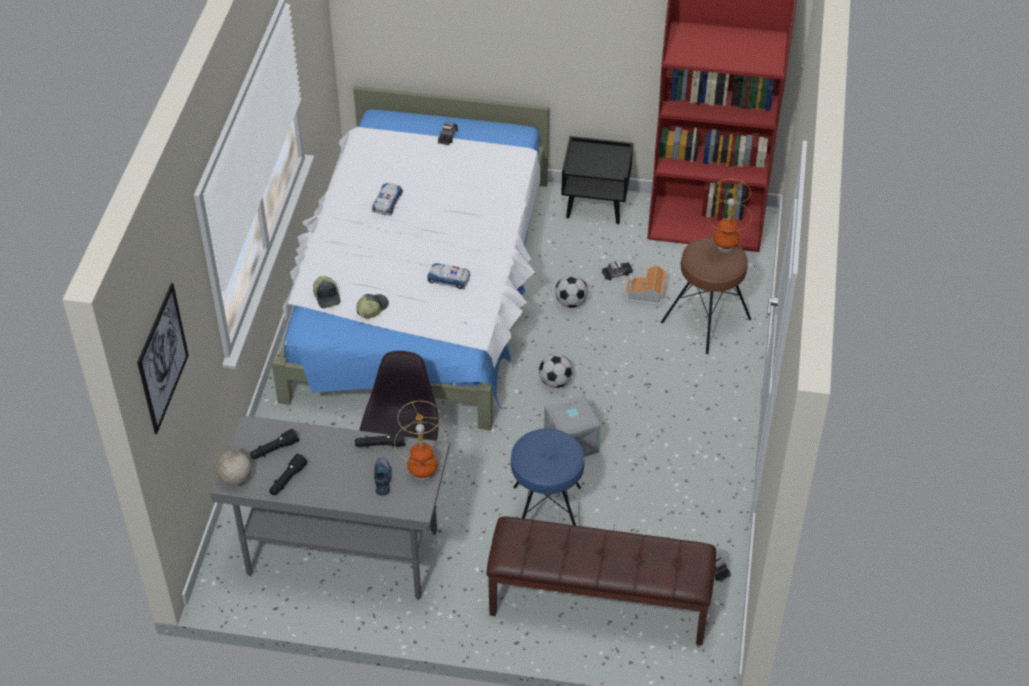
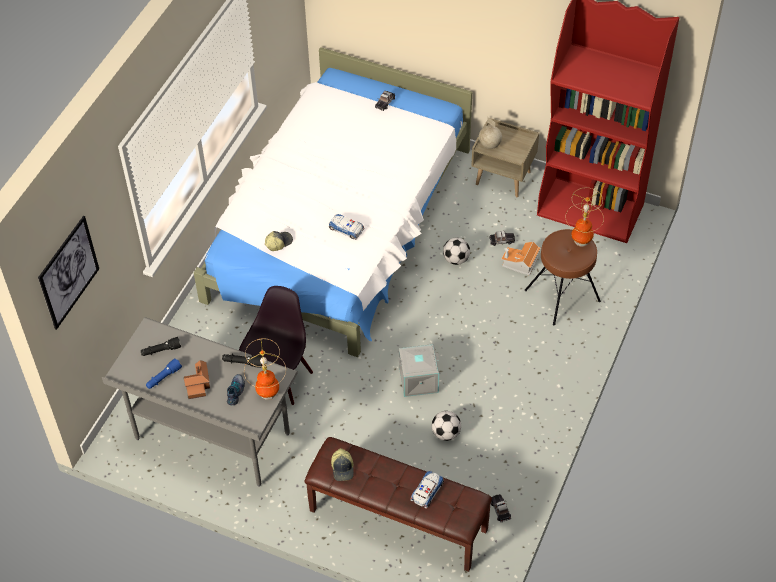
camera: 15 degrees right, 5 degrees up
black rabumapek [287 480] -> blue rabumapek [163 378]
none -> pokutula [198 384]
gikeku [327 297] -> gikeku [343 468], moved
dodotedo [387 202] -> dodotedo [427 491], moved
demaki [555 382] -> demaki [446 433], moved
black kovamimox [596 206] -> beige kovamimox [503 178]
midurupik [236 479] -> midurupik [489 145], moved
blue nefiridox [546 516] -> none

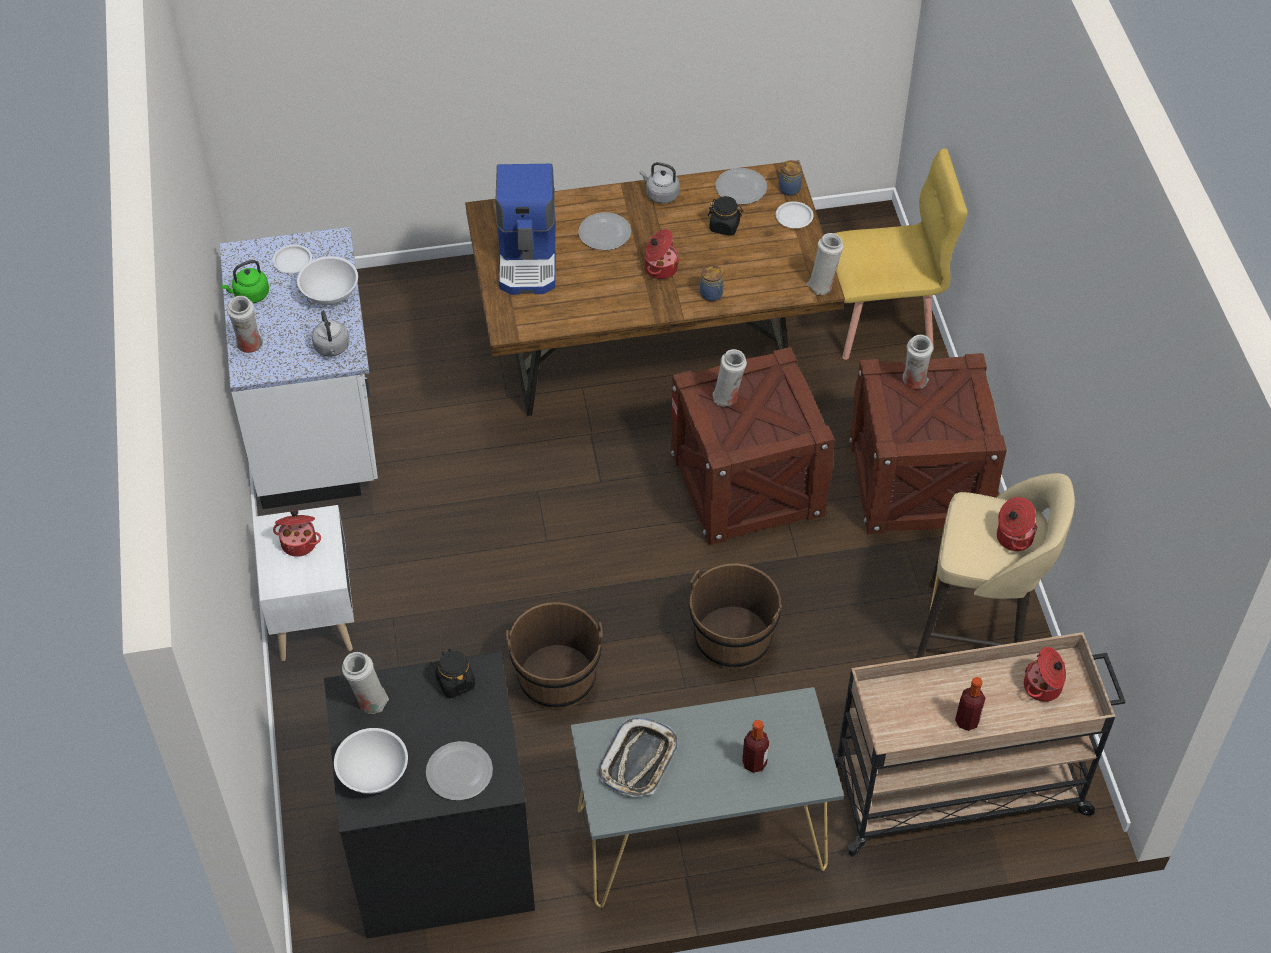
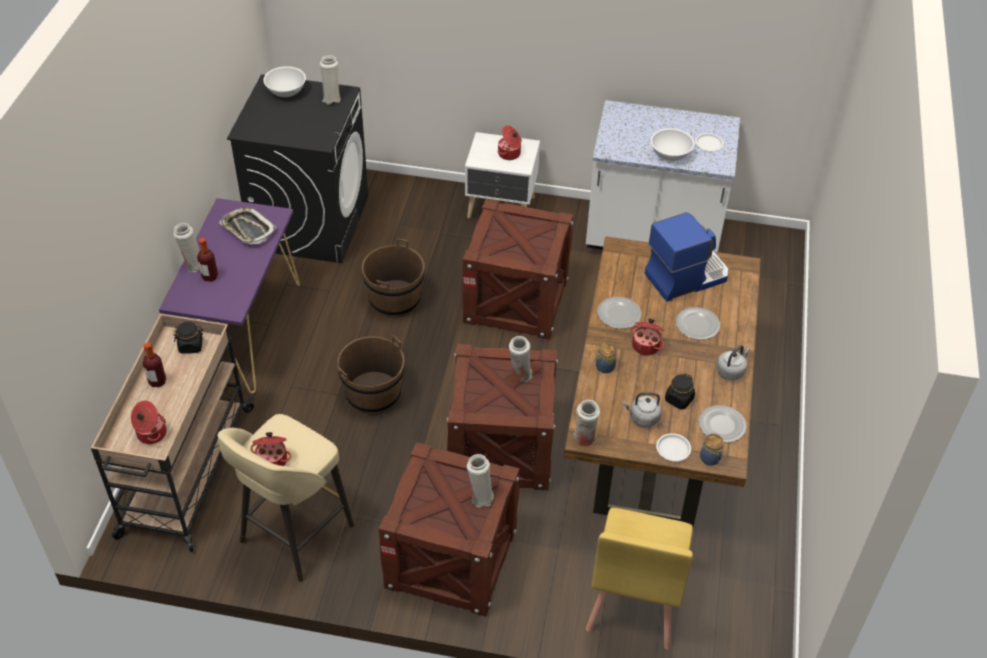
camera: 110 degrees right, 5 degrees down
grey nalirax [700 839] -> purple nalirax [243 331]
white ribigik [250 346] -> white ribigik [193 265], moved
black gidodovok [455 682] -> black gidodovok [191 346], moved
none -> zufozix [516 300]
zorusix [458 772] -> zorusix [619 314], moved
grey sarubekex [332 348] -> grey sarubekex [642 417], moved
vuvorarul [529 258] -> vuvorarul [686 276], 135 degrees clockwise
green sarubekex [250 295] -> none

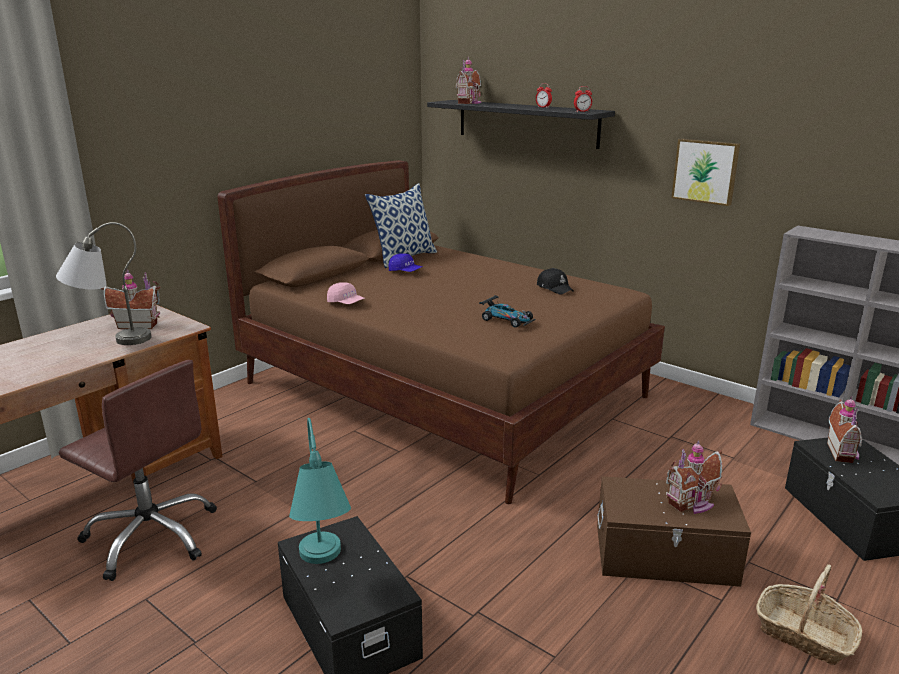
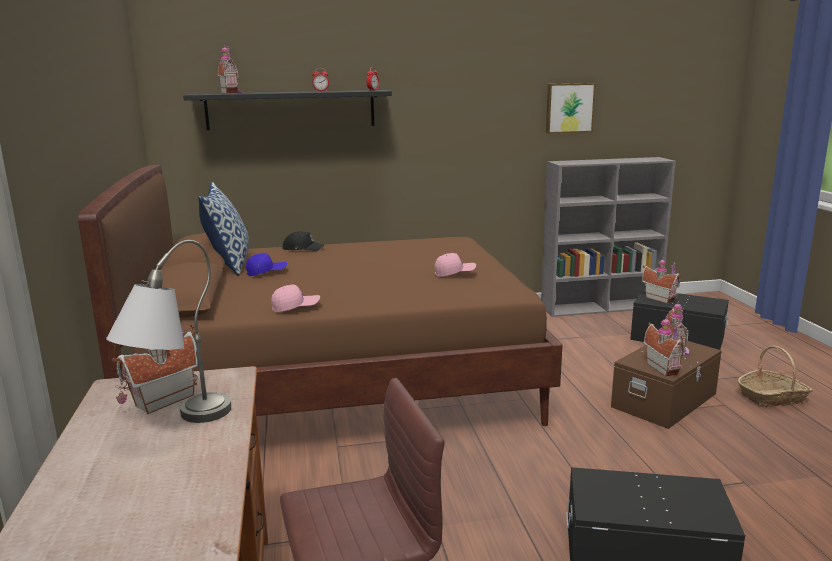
camera: 50 degrees left, 5 degrees down
black gikeku [555 288] -> black gikeku [302 248], moved
dodotedo [507 319] -> pink gikeku [454 273]
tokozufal [706 171] -> tokozufal [569 108], moved
none -> pokutula [664 368]
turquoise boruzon [322 568] -> none

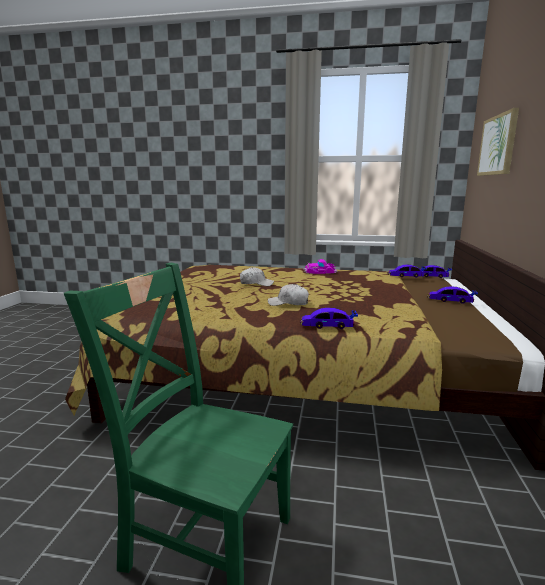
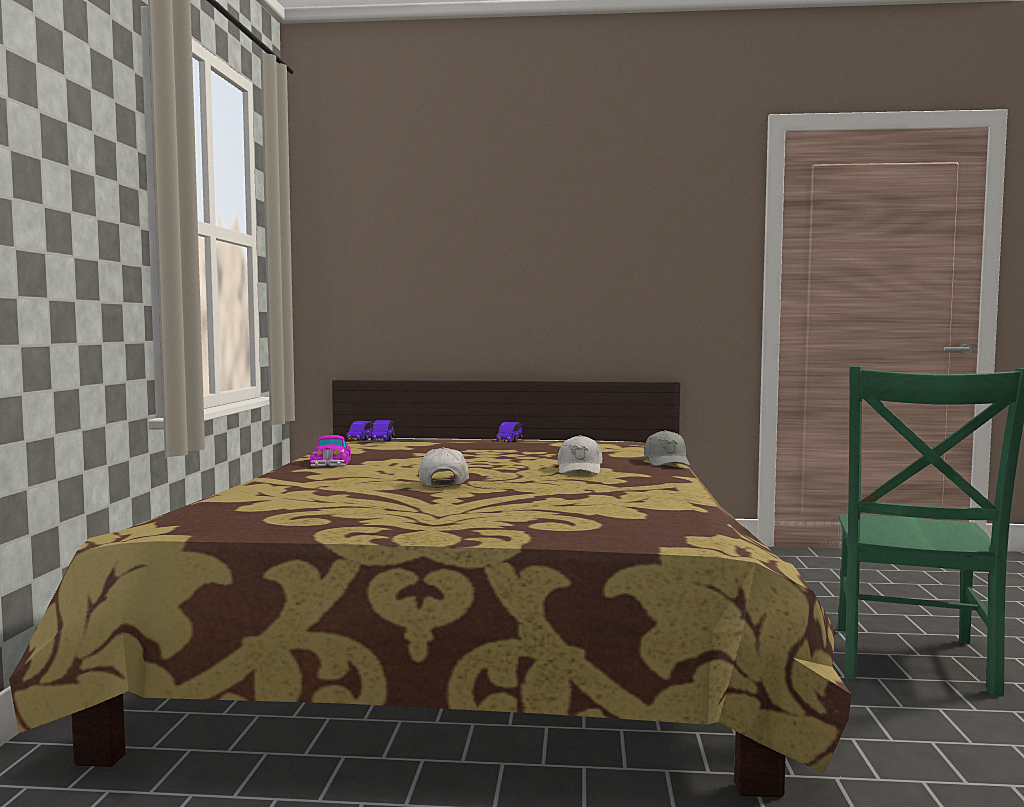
camera: 95 degrees left, 10 degrees down
dodotedo [328 325] -> grey gikeku [666 462]
tokozufal [498 145] -> none

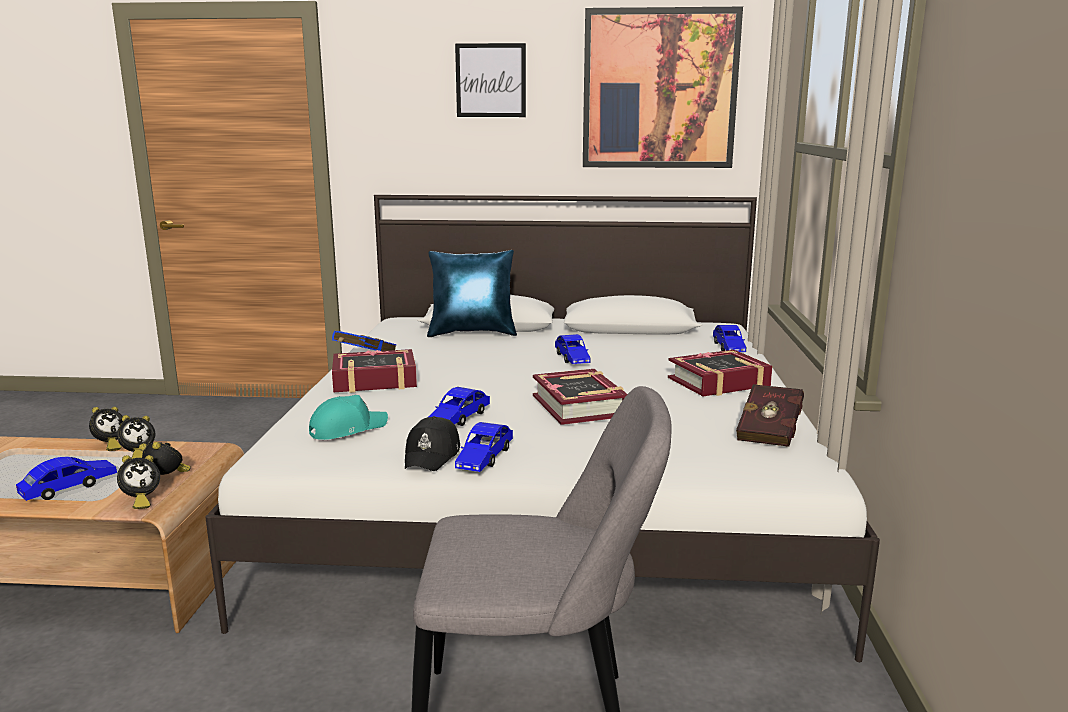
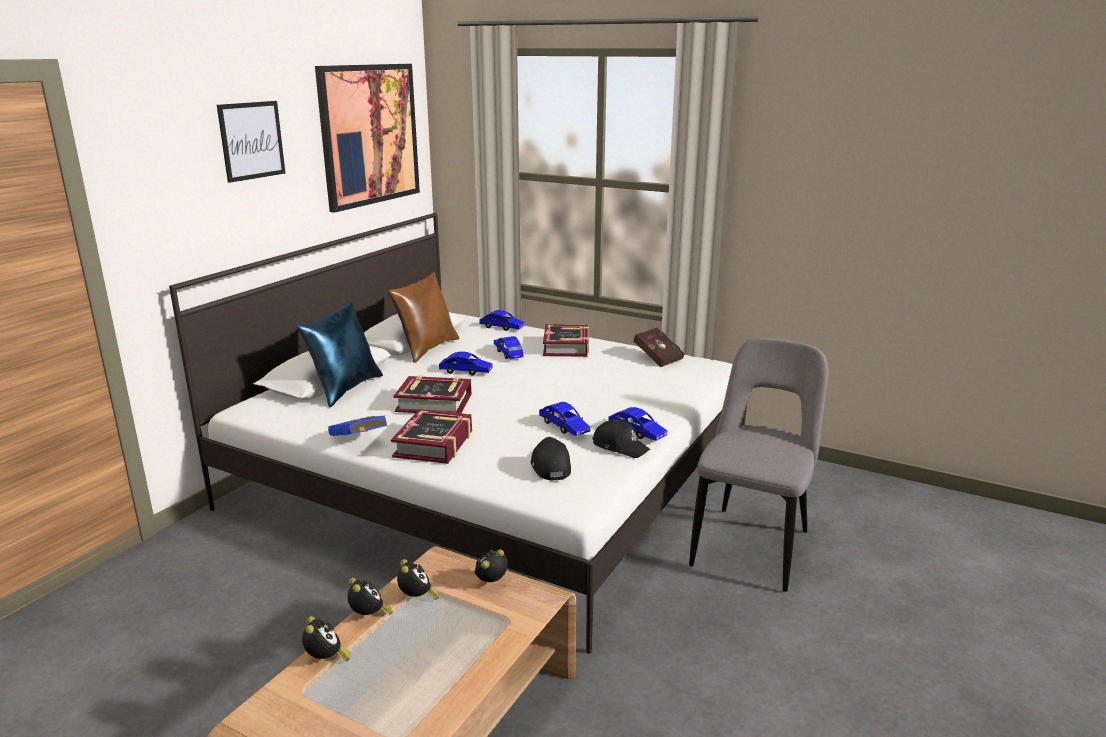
camera: 65 degrees left, 5 degrees up
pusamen [140 501] -> pusamen [326 660], moved
none -> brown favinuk [427 349]
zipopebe [579 406] -> zipopebe [434 403], moved
blue dodotedo [69 487] -> blue dodotedo [508 353], moved
turquoise gikeku [347 429] -> black gikeku [550 466]

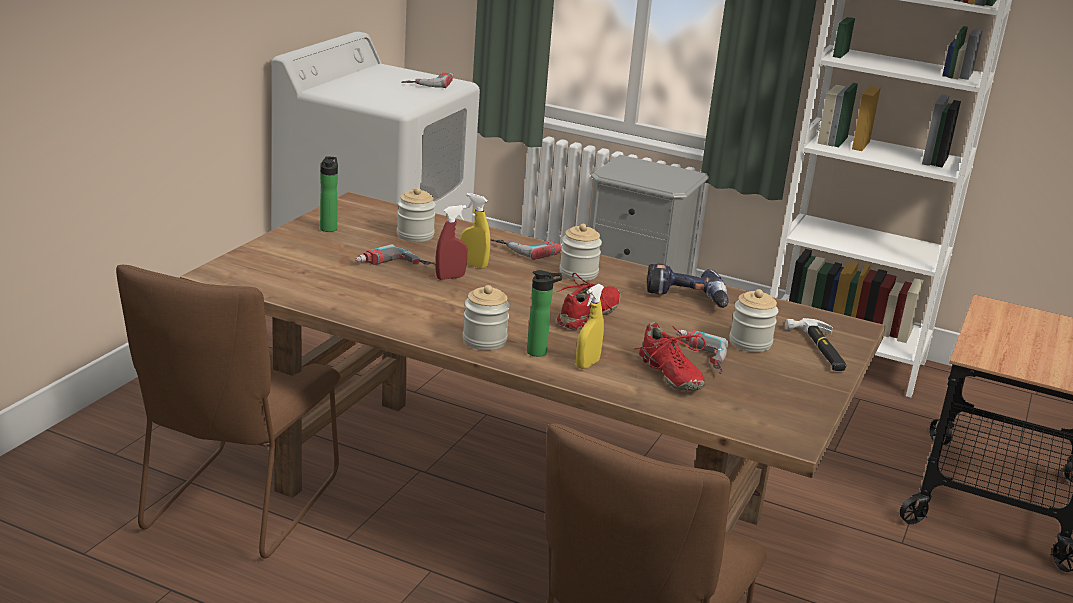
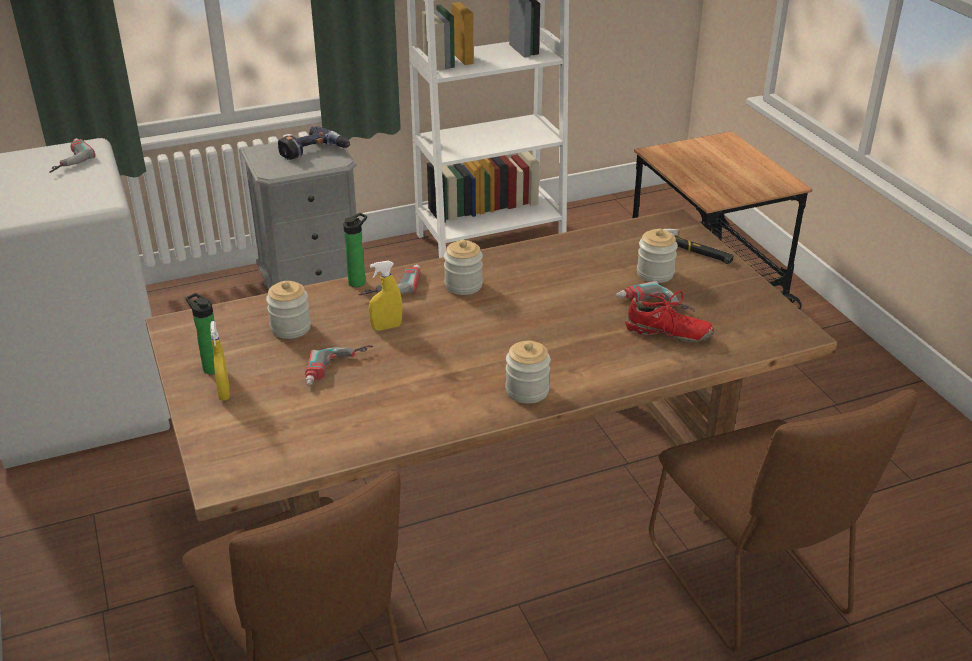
camera: 45 degrees left, 10 degrees up
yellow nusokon [587 364] -> yellow nusokon [224 393], moved
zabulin [685 299] -> zabulin [314 153], moved
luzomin [540 352] -> luzomin [359 282], moved
red nusokon [450 277] -> none
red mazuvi [588 316] -> none

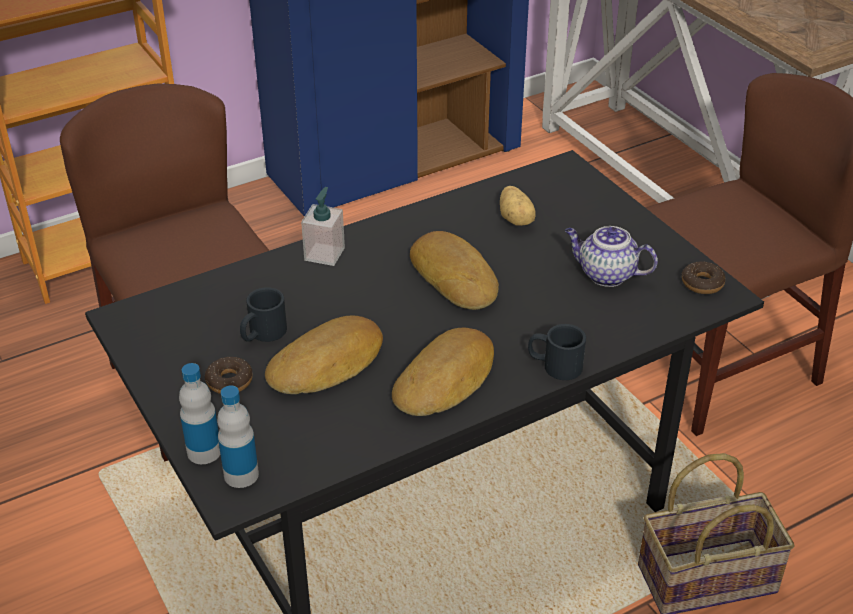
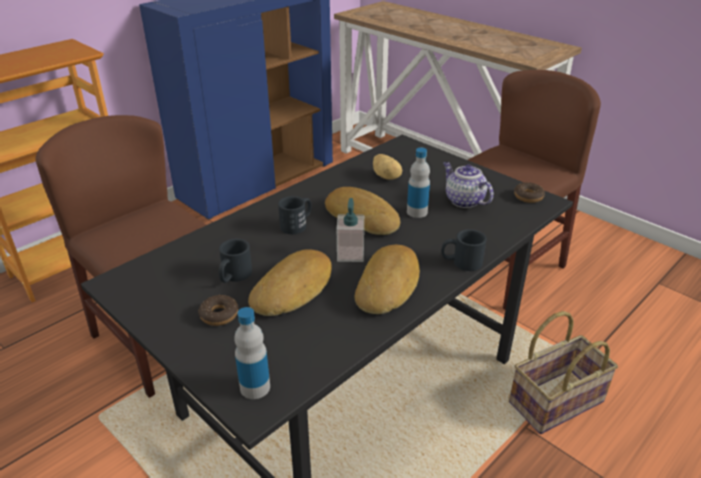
camera: 15 degrees left, 5 degrees down
none -> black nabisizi [297 224]
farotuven [324 254] -> farotuven [350 254], moved
luzomin [204 451] -> luzomin [417 212], moved
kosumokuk [605 274] -> kosumokuk [463 200], 45 degrees clockwise

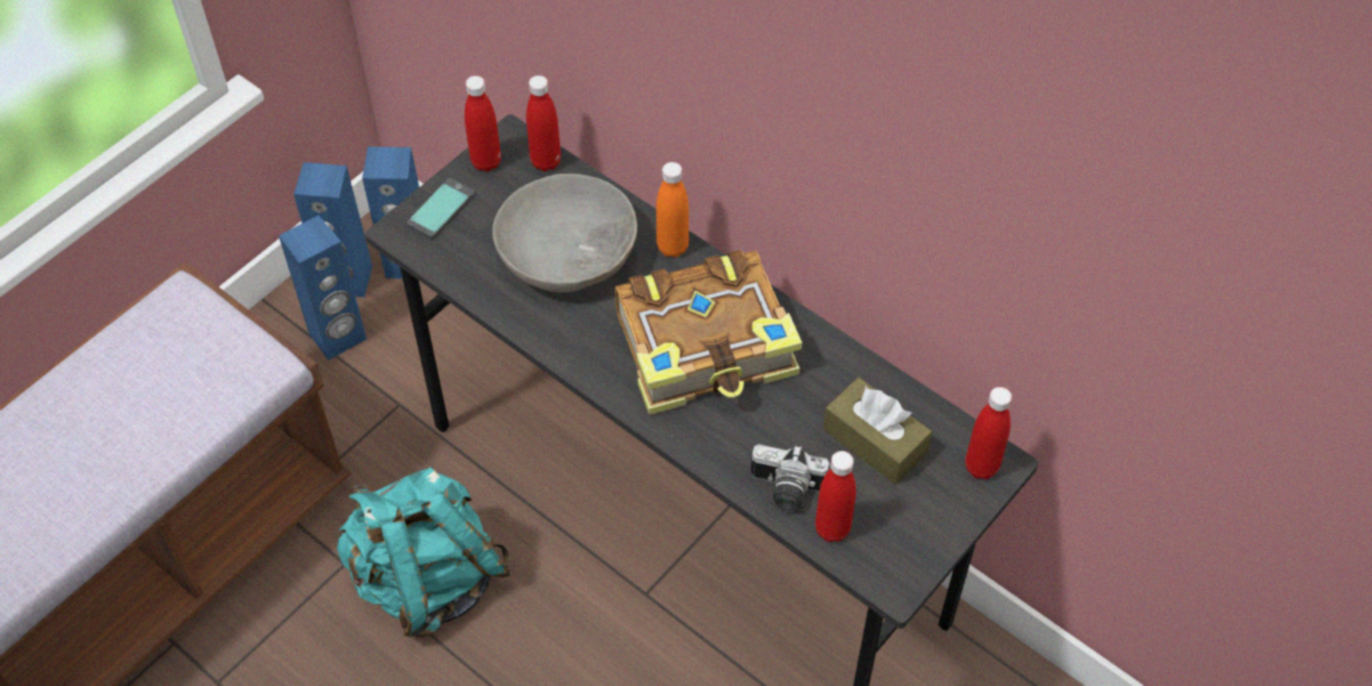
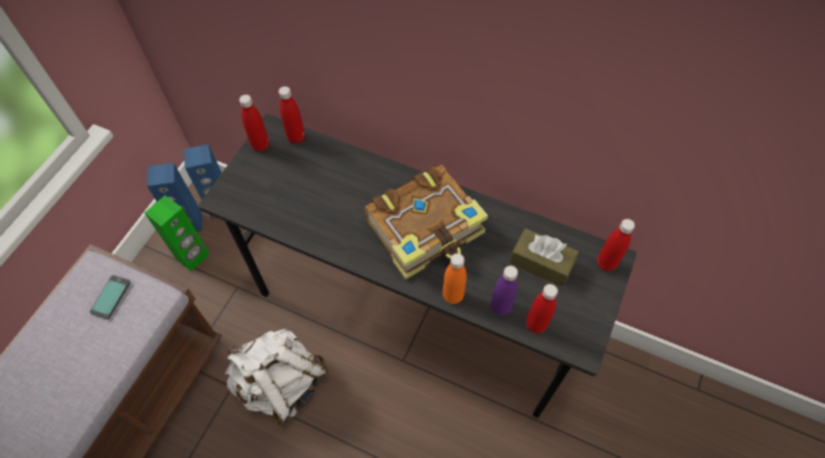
camera: 15 degrees left, 5 degrees up
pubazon [440 209] -> pubazon [110 297], moved
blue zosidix [338 337] -> green zosidix [193 257]
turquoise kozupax [428 580] -> white kozupax [281 384]
orange luzomin [672 247] -> orange luzomin [453 295], moved
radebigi [785 491] -> purple luzomin [500 307]
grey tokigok [568 255] -> none

